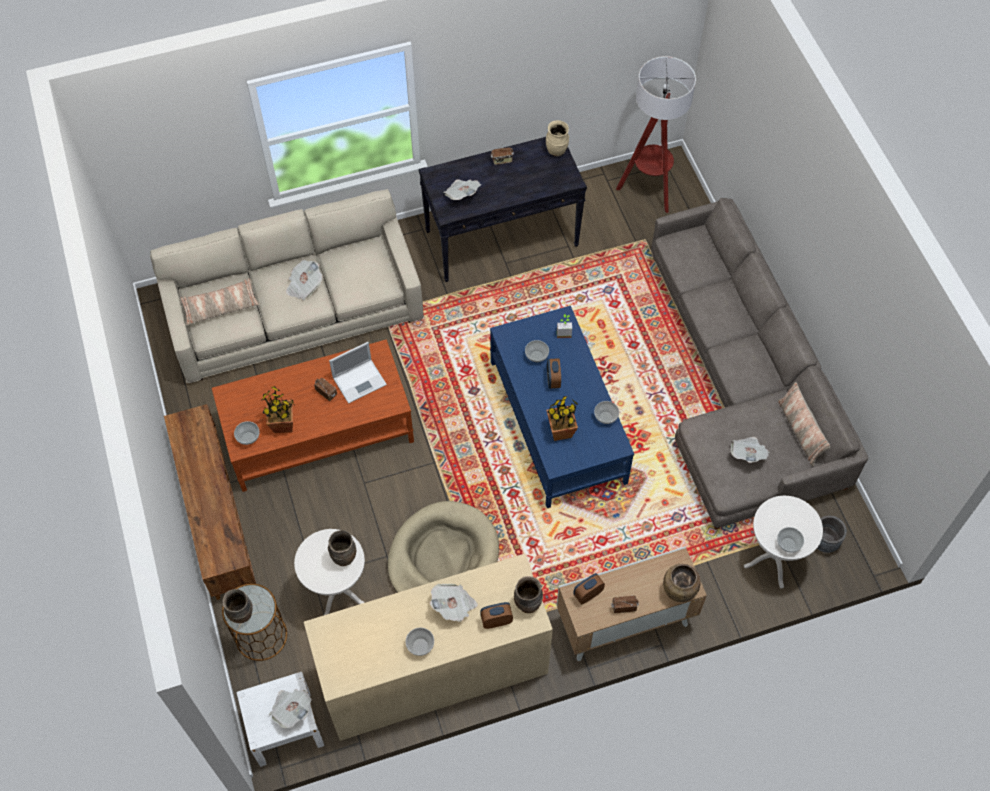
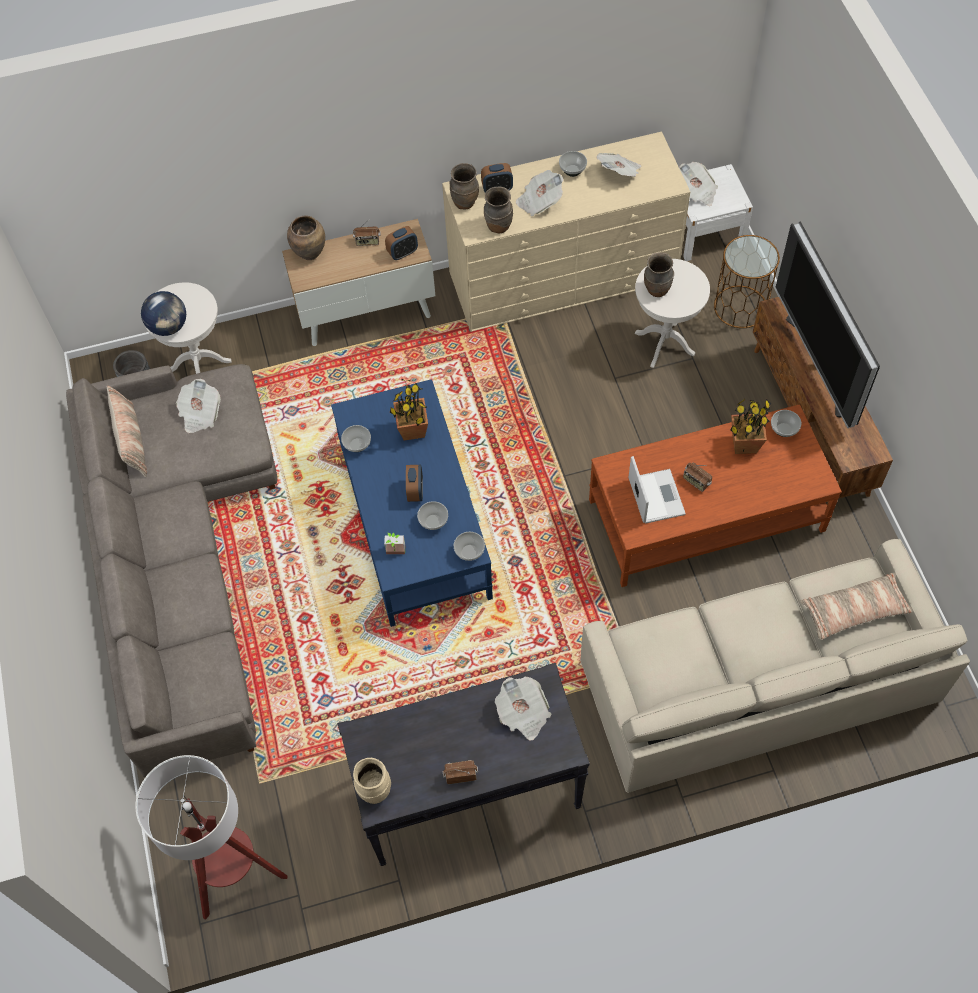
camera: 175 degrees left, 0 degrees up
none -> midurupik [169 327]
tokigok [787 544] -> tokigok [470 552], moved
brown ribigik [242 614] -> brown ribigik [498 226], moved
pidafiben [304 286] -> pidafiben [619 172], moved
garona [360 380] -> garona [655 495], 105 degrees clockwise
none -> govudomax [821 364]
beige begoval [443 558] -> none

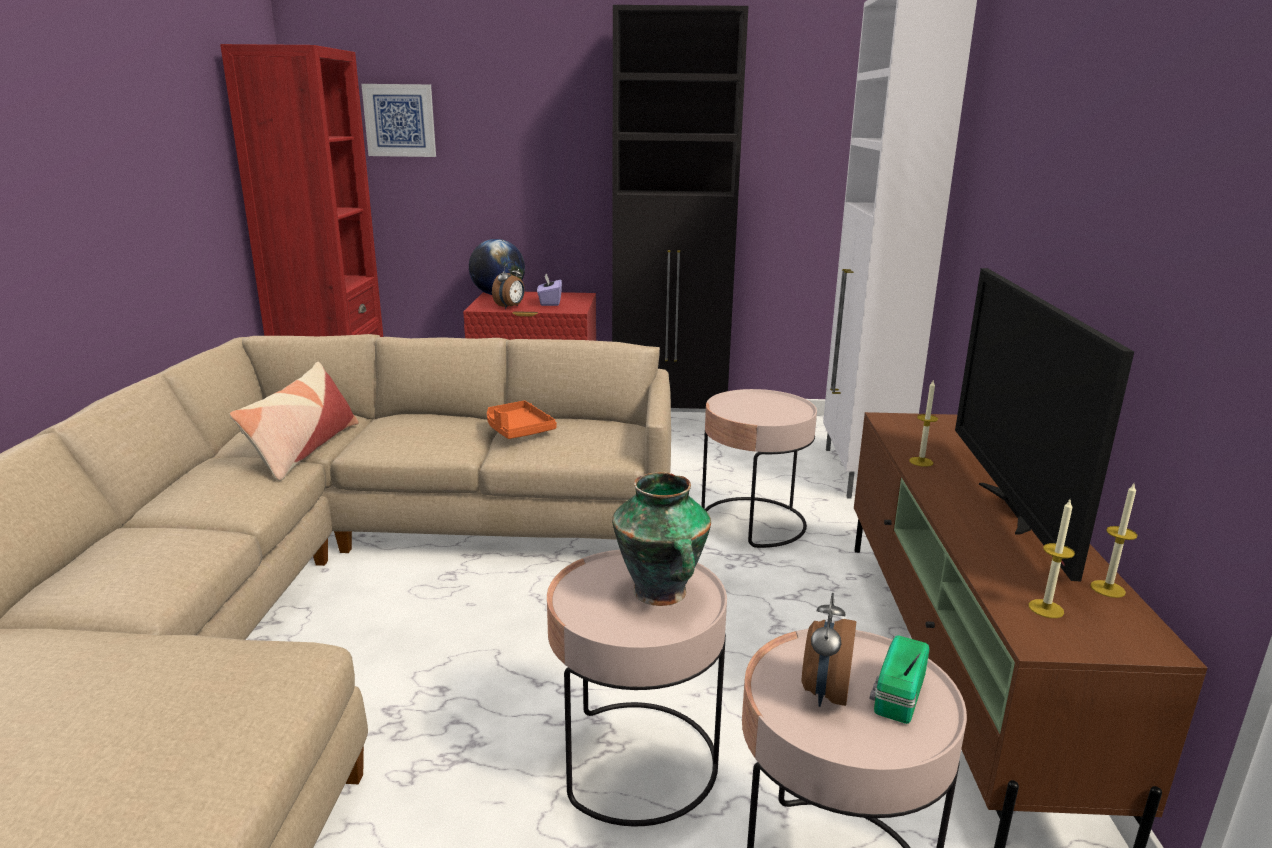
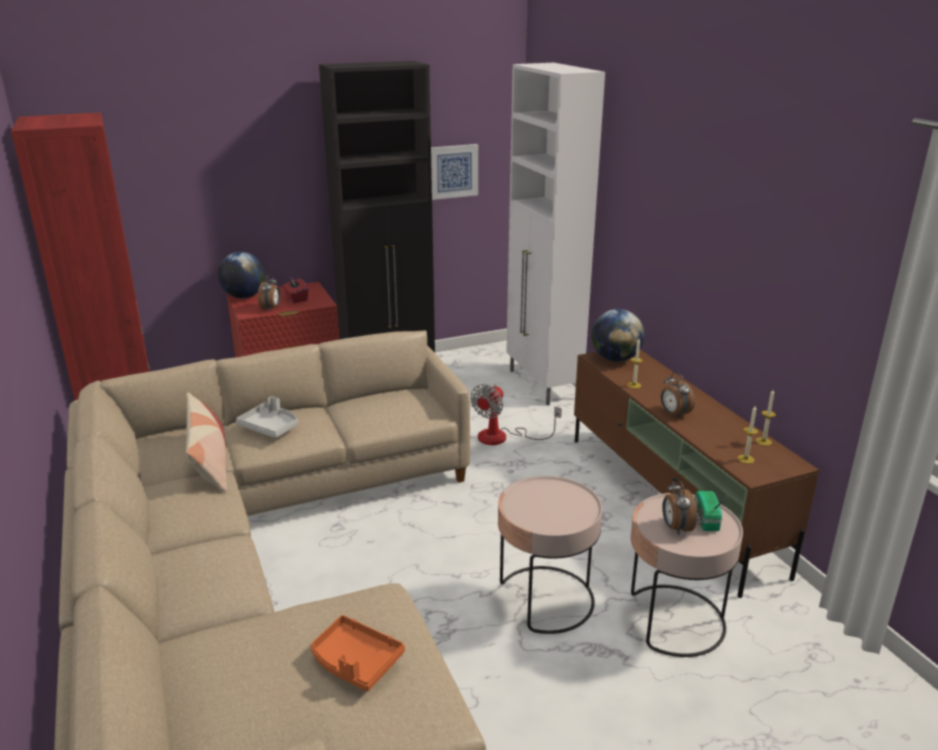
camera: 25 degrees left, 5 degrees up
none -> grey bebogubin [270 427]
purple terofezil [549 303] -> red terofezil [296 298]
orange bebogubin [517 430] -> orange bebogubin [355 662], moved
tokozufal [400 120] -> tokozufal [453 171], moved
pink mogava [753 522] -> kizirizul [503 437]
none -> midurupik [615 359]
none -> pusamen [674 414]
ribigik [661 593] -> none
govudomax [1009 509] -> none

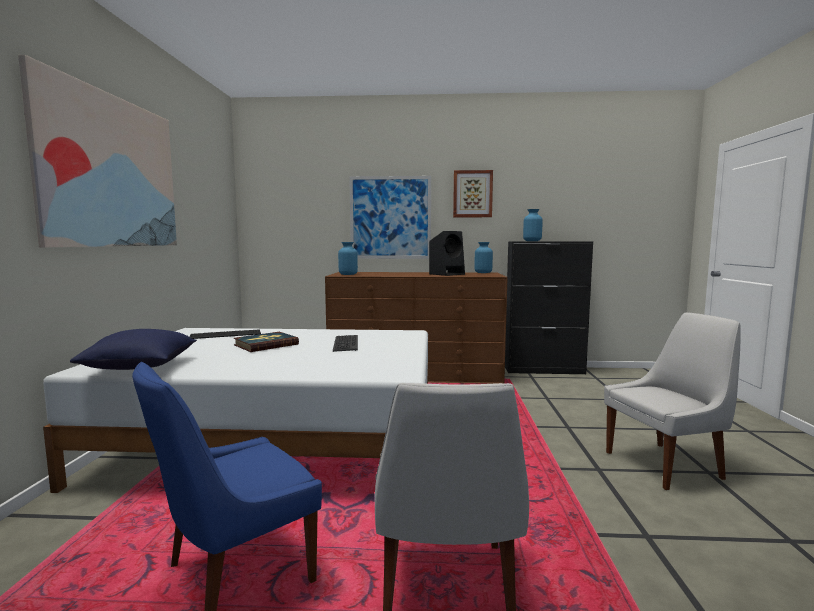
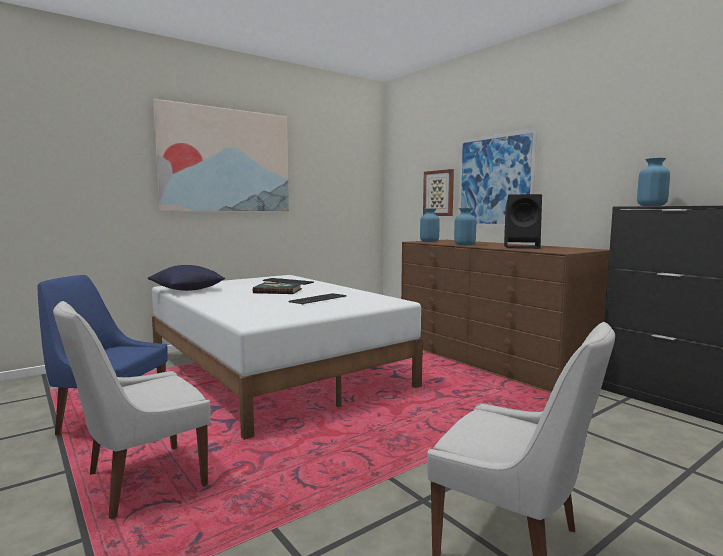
camera: 50 degrees right, 0 degrees up
tokozufal [472 194] -> tokozufal [439 193], moved
blue ribigik [483 272] -> blue ribigik [464 245], moved

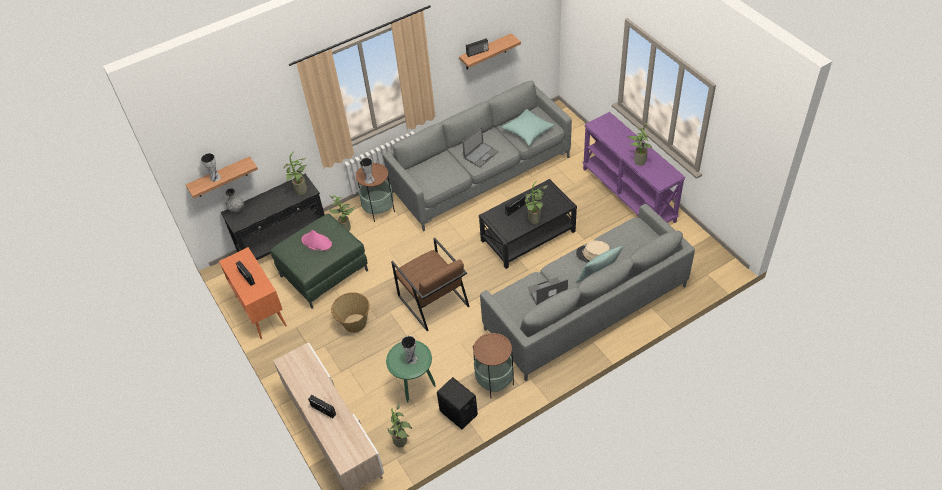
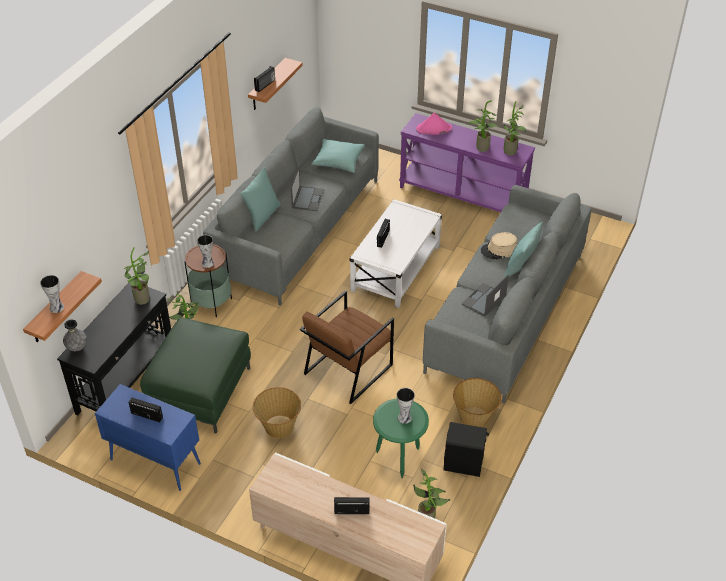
camera: 35 degrees left, 5 degrees down
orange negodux [260 311] -> blue negodux [154 461]
none -> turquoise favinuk [262 216]
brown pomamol [433 301] -> brown pomamol [348 369], 105 degrees clockwise
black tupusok [528 236] -> white tupusok [395 269]
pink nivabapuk [316 242] -> pink nivabapuk [433 129], moved
mogava [494 381] -> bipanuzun [474 417]
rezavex [535 221] -> rezavex [511 152], moved

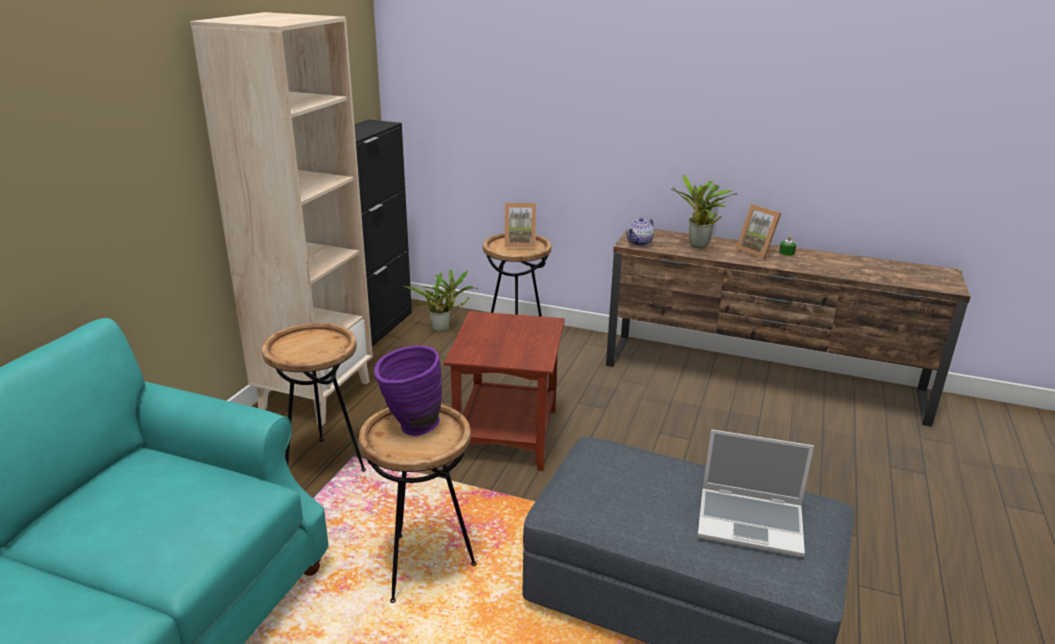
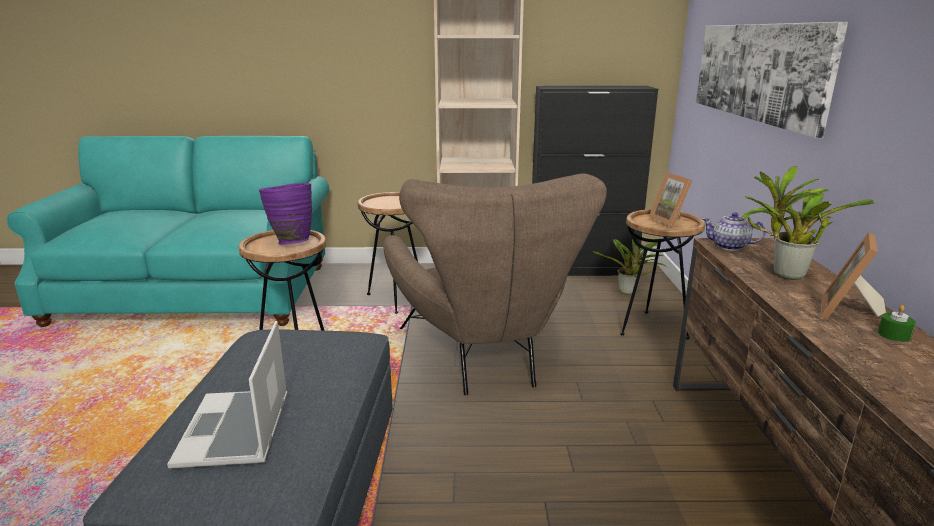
camera: 70 degrees right, 5 degrees down
brown mogava [508 435] -> brown pomamol [486 357]
none -> tokozufal [757 71]

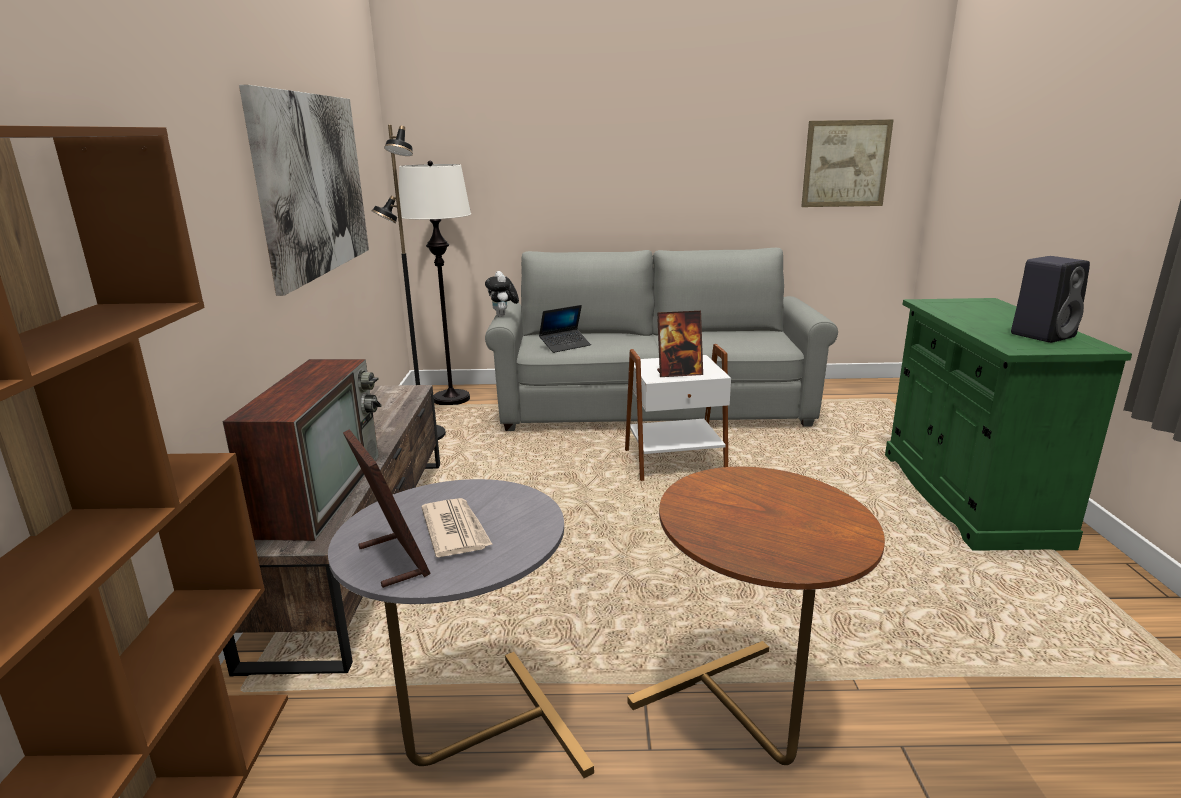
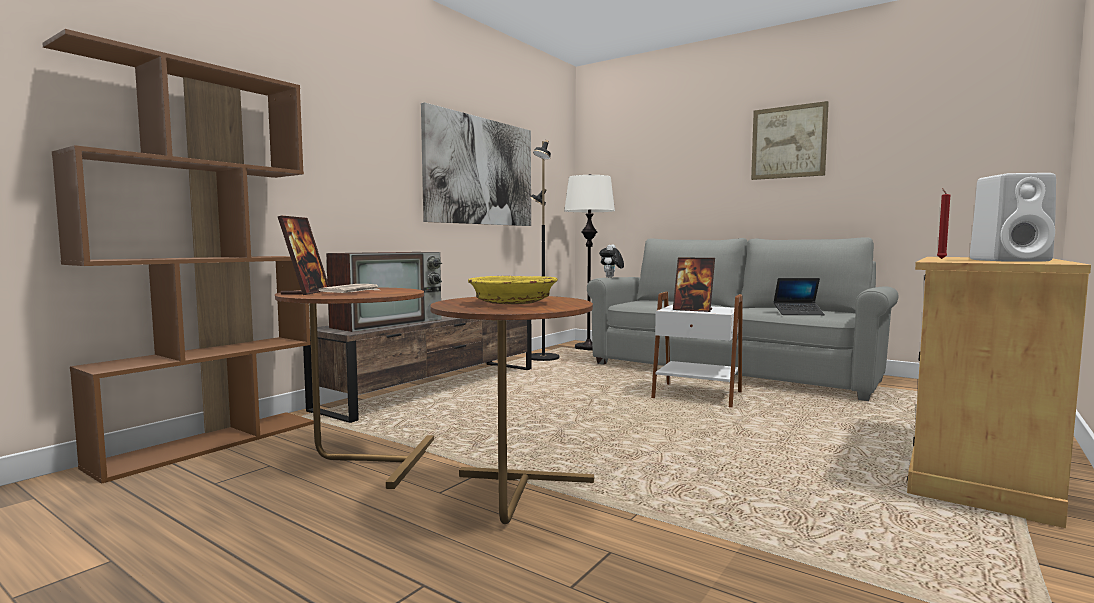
camera: 35 degrees right, 15 degrees down
grey mogava [474 743] -> brown mogava [360 460]
none -> yellow tokigok [513 303]
tokozufal [845 164] -> tokozufal [788 142], moved
garona [565 345] -> garona [798 313], moved
green negodux [968 497] -> beige negodux [976 468]
none -> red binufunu [940 259]
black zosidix [1043 335] -> white zosidix [1011 260]

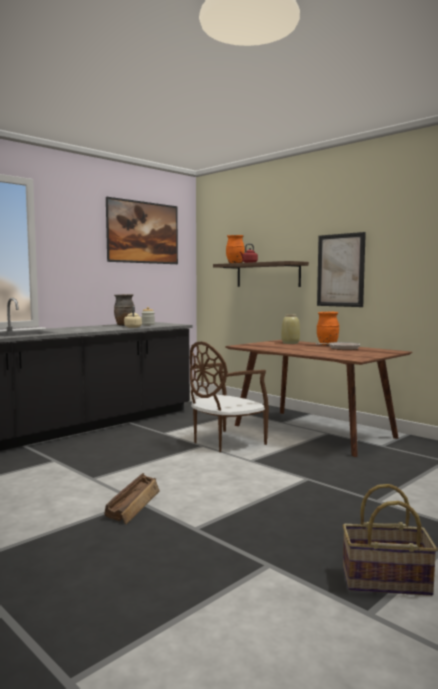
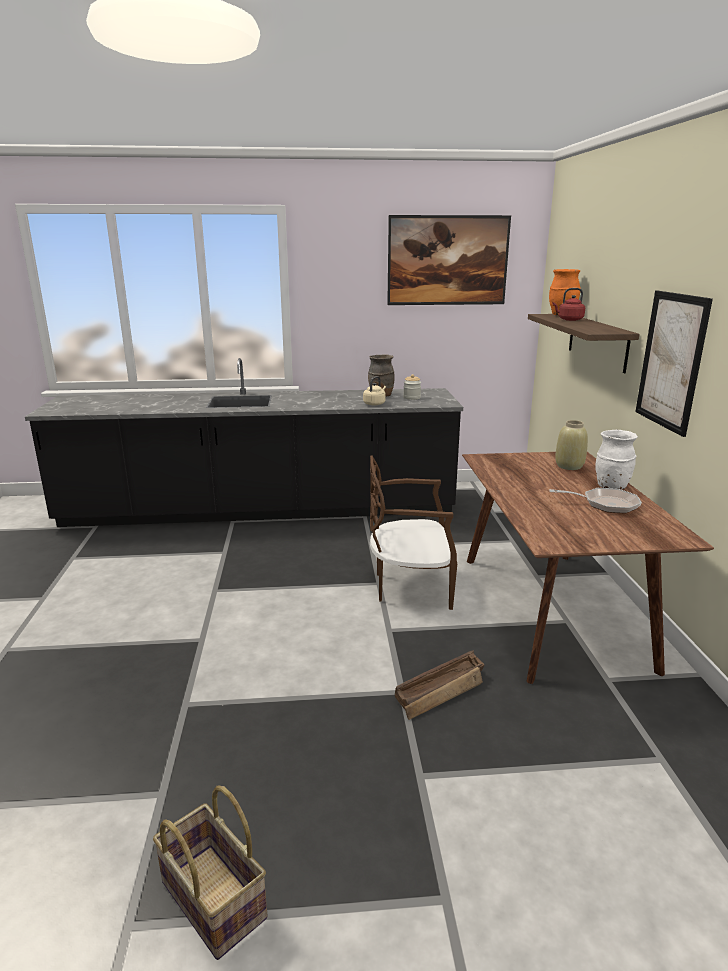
camera: 40 degrees right, 15 degrees up
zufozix [134 504] -> zufozix [441 691], moved
orange ribigik [327 345] -> white ribigik [611 486]

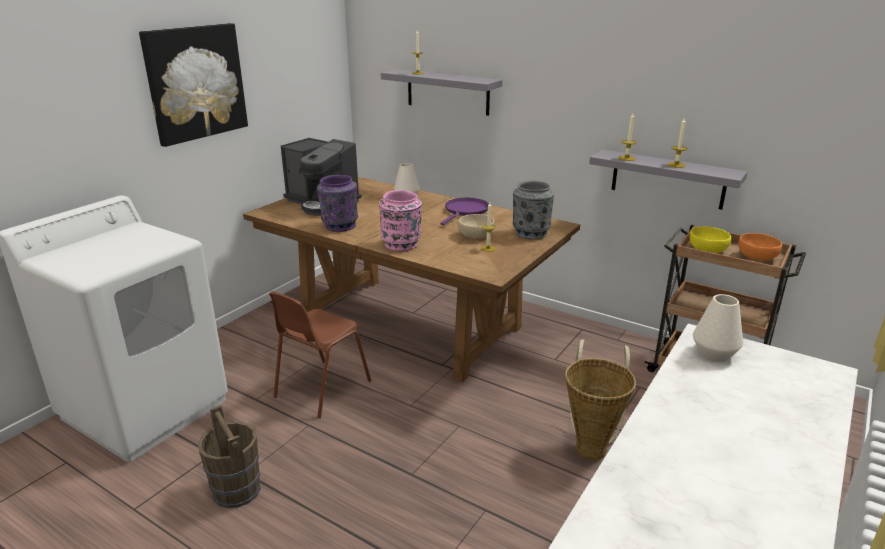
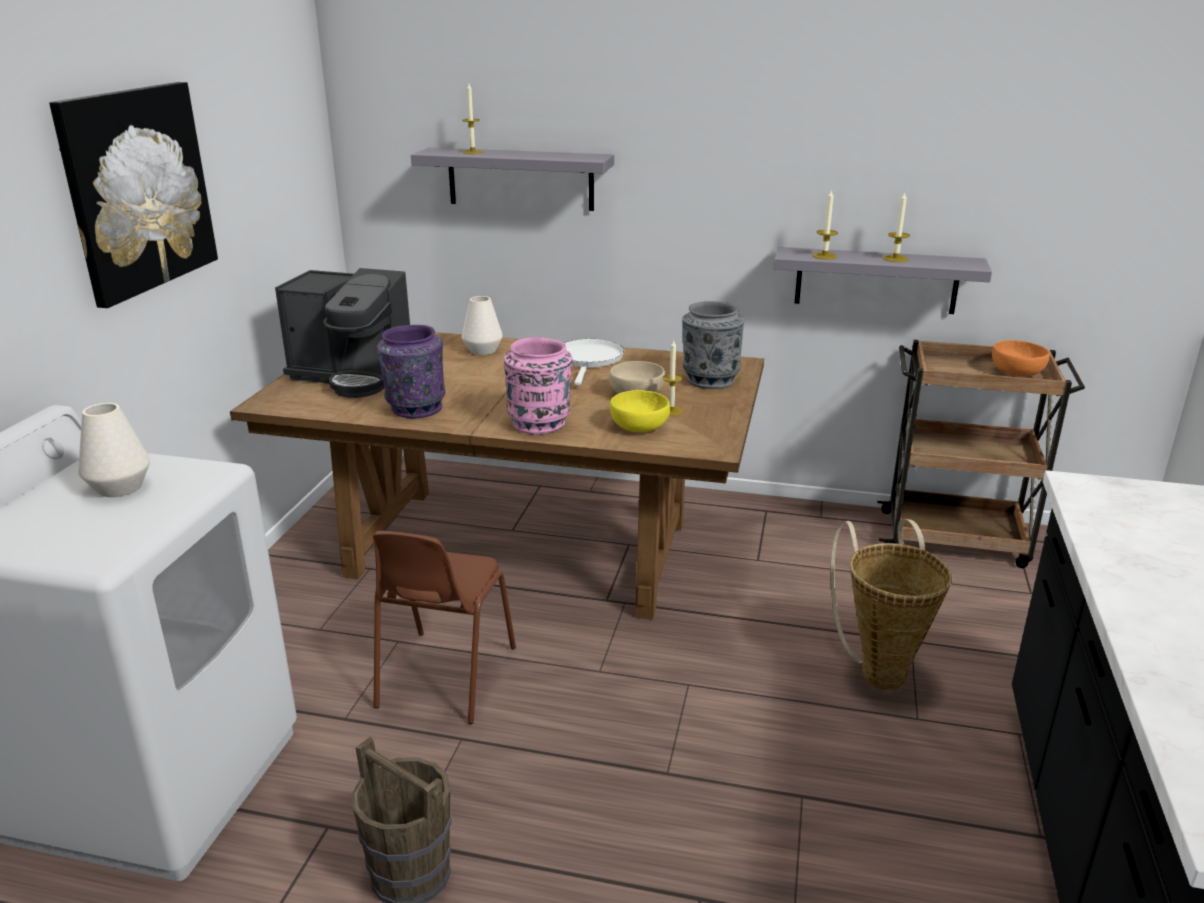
camera: 20 degrees left, 0 degrees up
white ribigik [714 353] -> white ribigik [119 487], moved
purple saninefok [465 211] -> white saninefok [589 360]
yellow tokigok [707 250] -> yellow tokigok [638 426], moved

